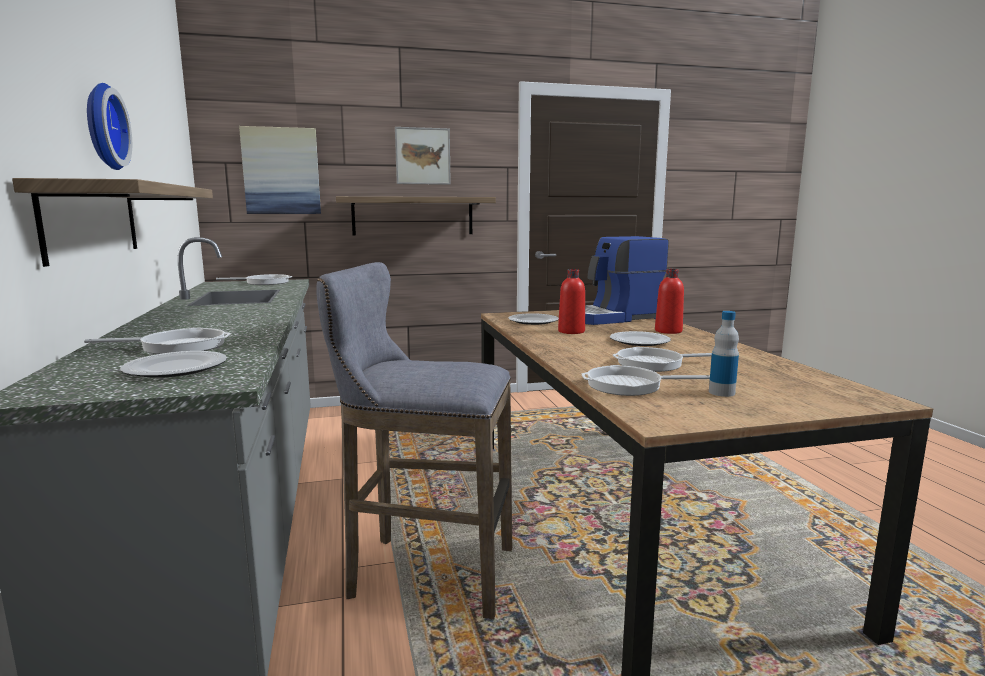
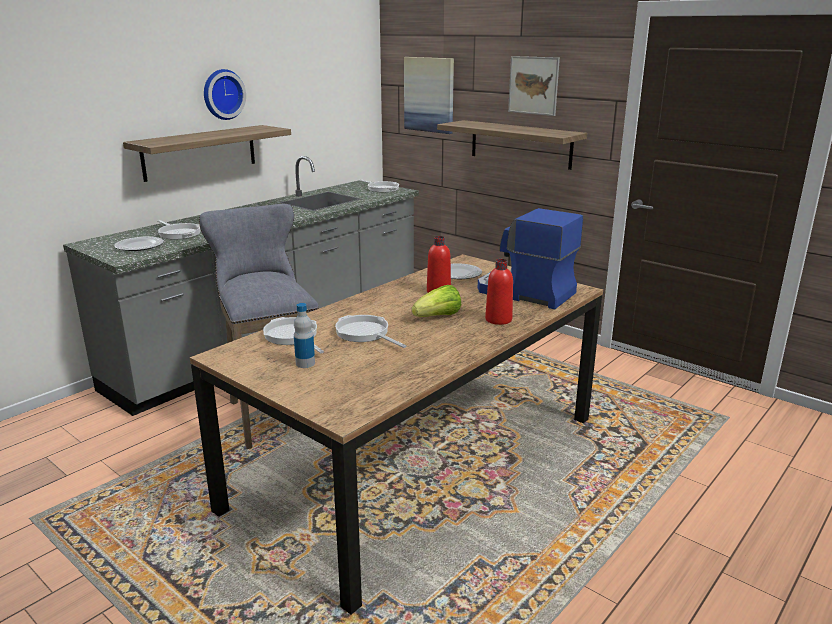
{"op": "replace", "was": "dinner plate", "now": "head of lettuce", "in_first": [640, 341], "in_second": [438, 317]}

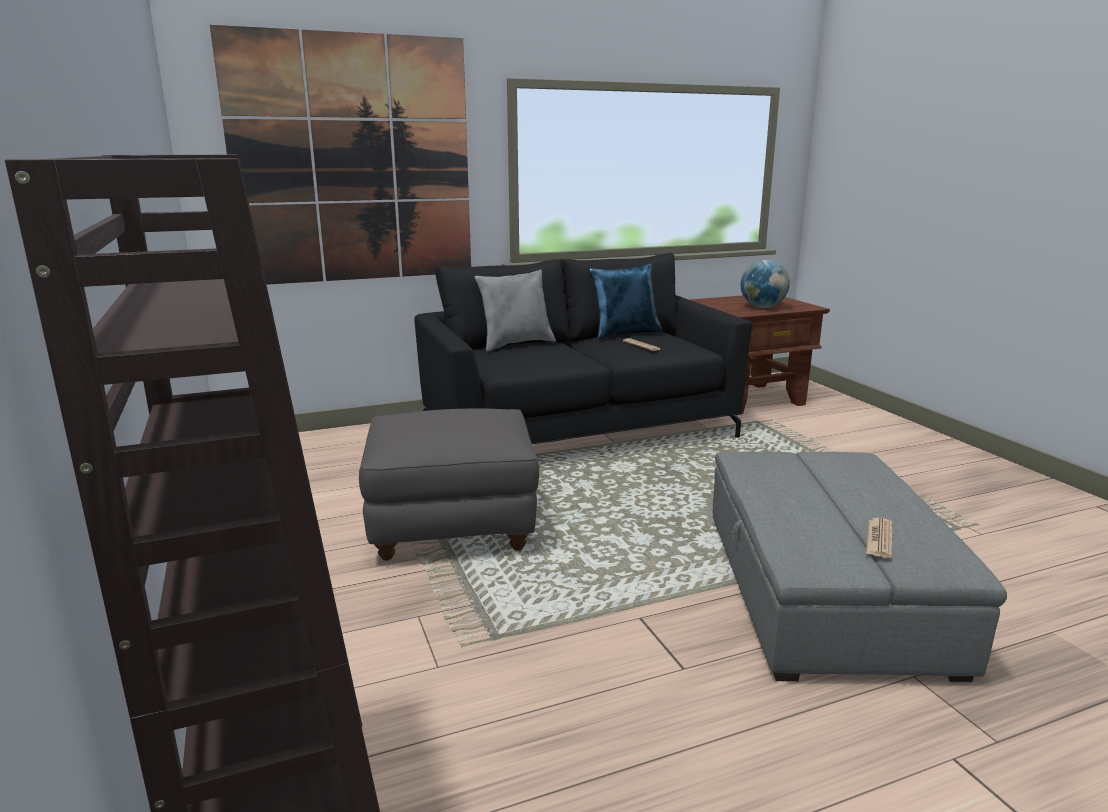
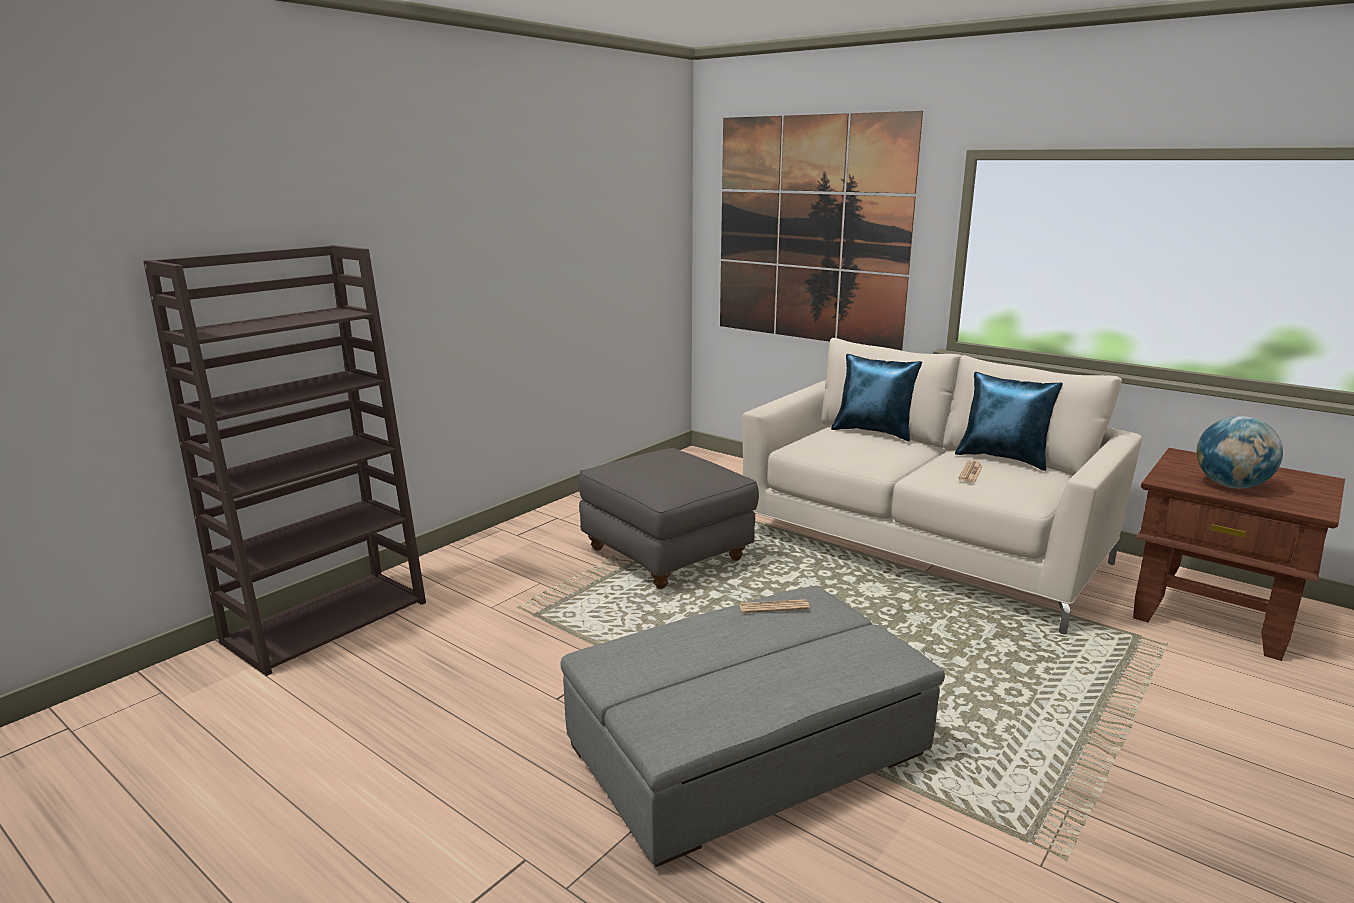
{"op": "recolor", "was": "black settee", "now": "beige-coloured settee", "in_first": [578, 431], "in_second": [921, 548]}
{"op": "recolor", "was": "greyish throw pillow", "now": "bluish throw pillow", "in_first": [516, 344], "in_second": [874, 432]}
{"op": "move", "was": "printed paper", "in_first": [879, 538], "in_second": [774, 607]}

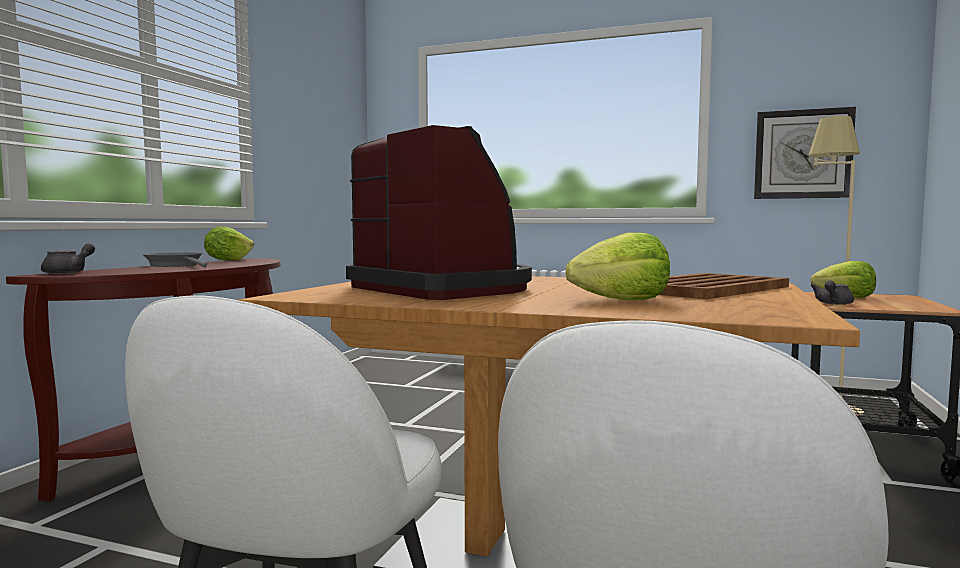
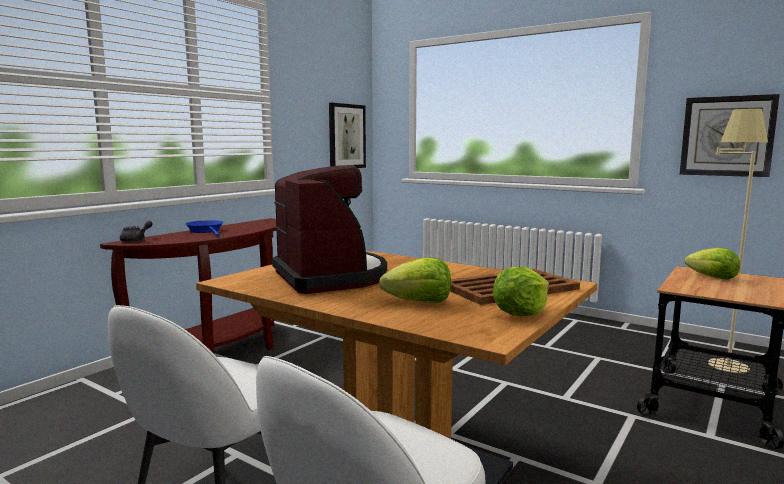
{"op": "recolor", "was": "greyish pan", "now": "bluish pan", "in_first": [176, 265], "in_second": [206, 231]}
{"op": "move", "was": "head of lettuce", "in_first": [228, 260], "in_second": [520, 314]}
{"op": "delete", "was": "greyish pot for tea", "in_first": [832, 304]}
{"op": "insert", "now": "wall art", "in_second": [346, 136]}

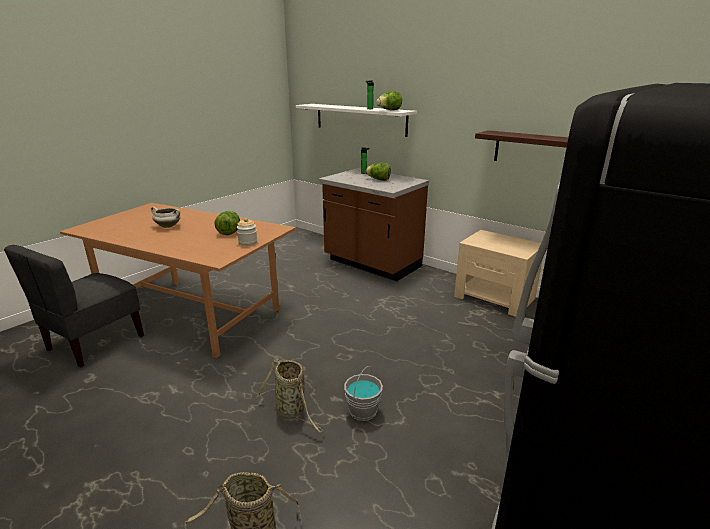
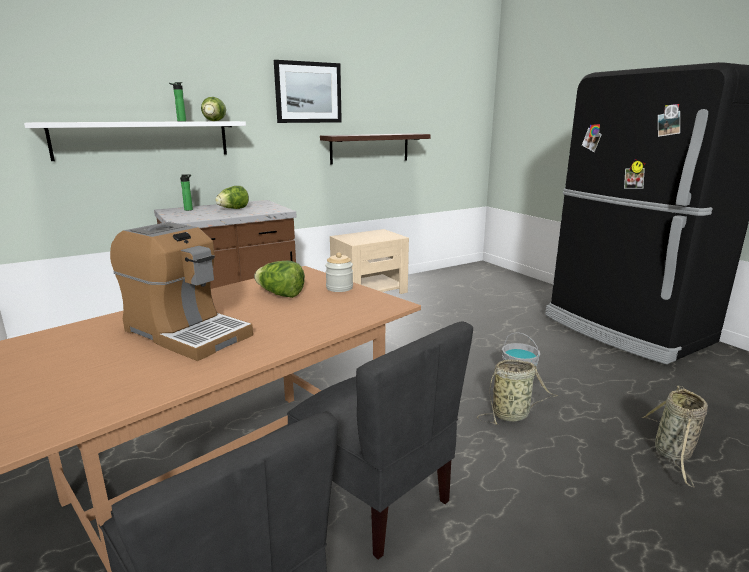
{"op": "replace", "was": "white cooking pot", "now": "coffee machine", "in_first": [169, 226], "in_second": [186, 332]}
{"op": "insert", "now": "wall art", "in_second": [308, 92]}
{"op": "insert", "now": "greyish chair", "in_second": [374, 498]}

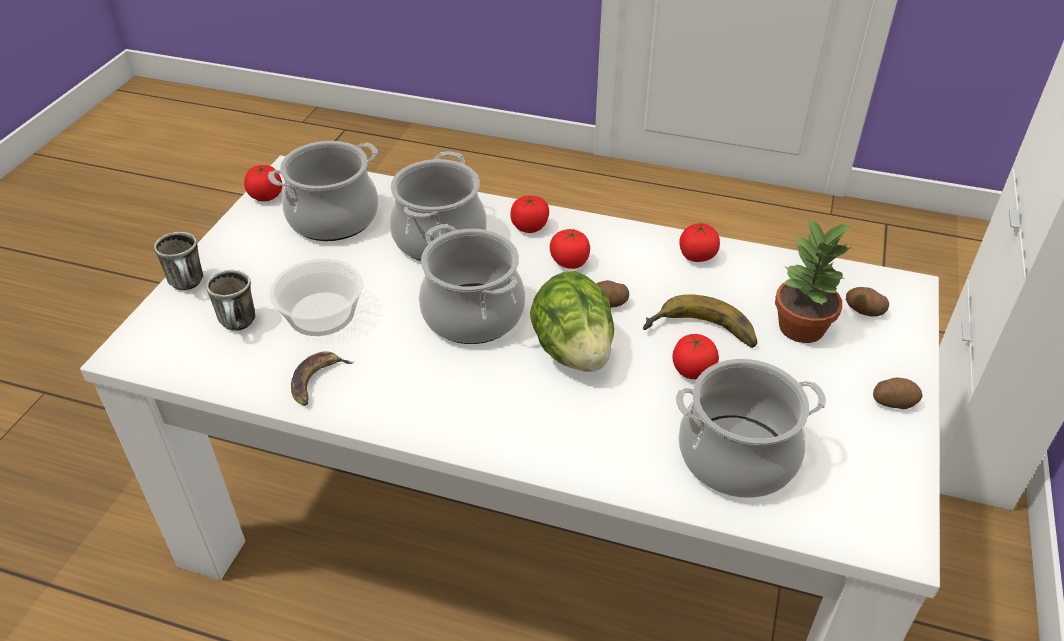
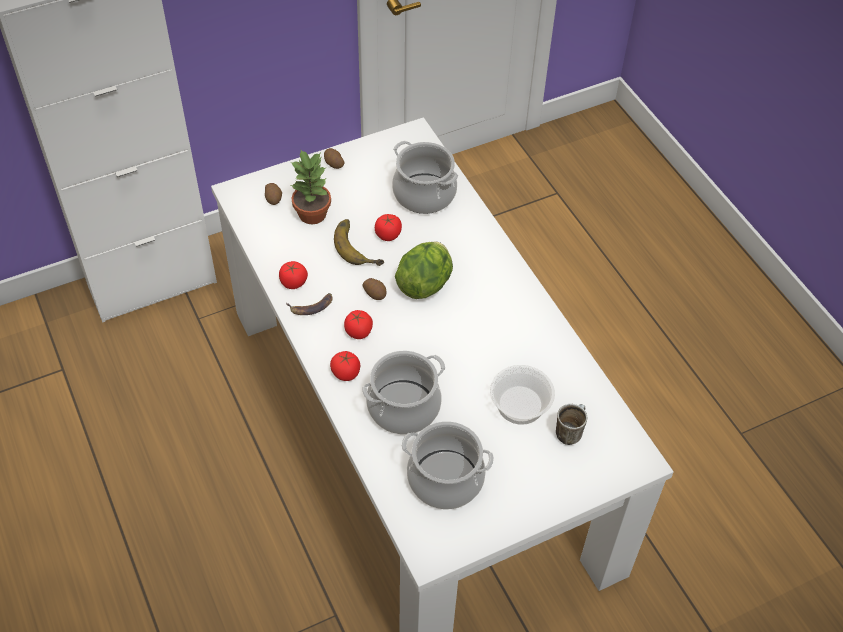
{"op": "delete", "was": "coffee mug", "in_first": [190, 285]}
{"op": "delete", "was": "whole tomato", "in_first": [266, 196]}
{"op": "move", "was": "whole banana", "in_first": [317, 381], "in_second": [311, 306]}
{"op": "delete", "was": "cooking pot", "in_first": [473, 314]}

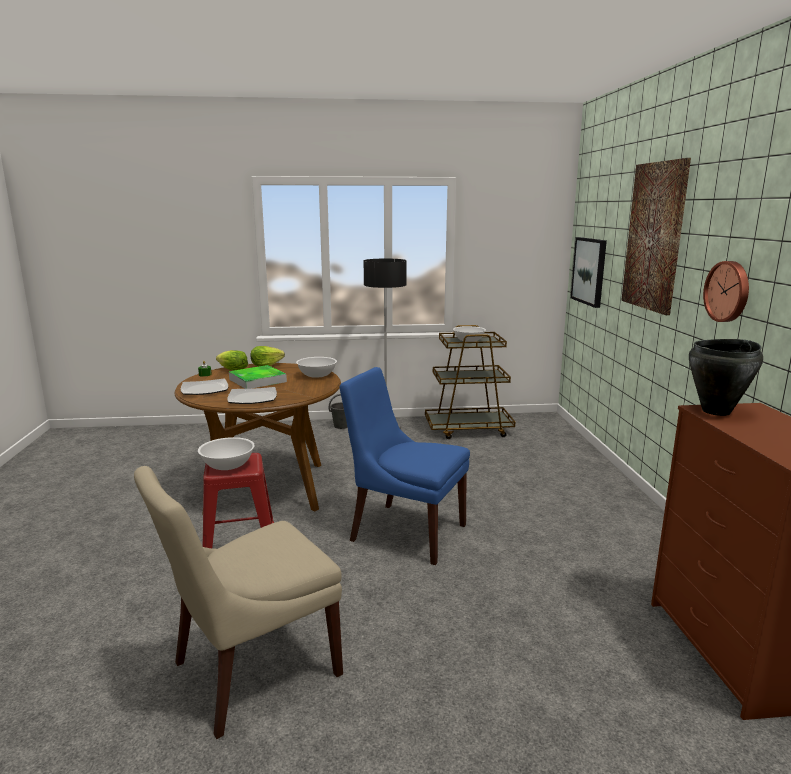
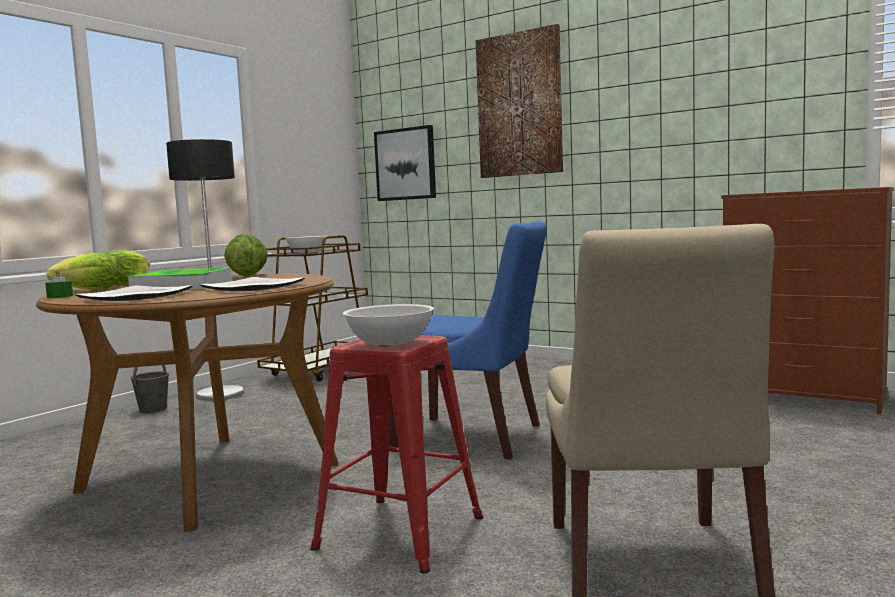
{"op": "replace", "was": "white bowl", "now": "head of lettuce", "in_first": [316, 375], "in_second": [247, 276]}
{"op": "rotate", "was": "bluish chair", "in_first": [405, 531], "in_second": [473, 438], "clockwise": -135}
{"op": "delete", "was": "black cooking pot", "in_first": [717, 411]}
{"op": "delete", "was": "hanging clock", "in_first": [728, 291]}

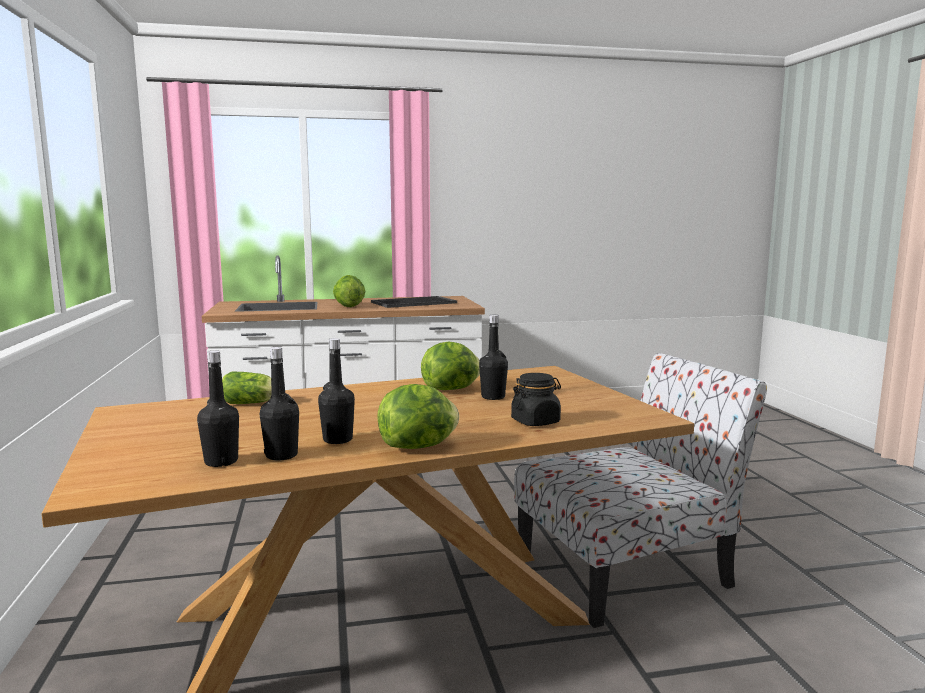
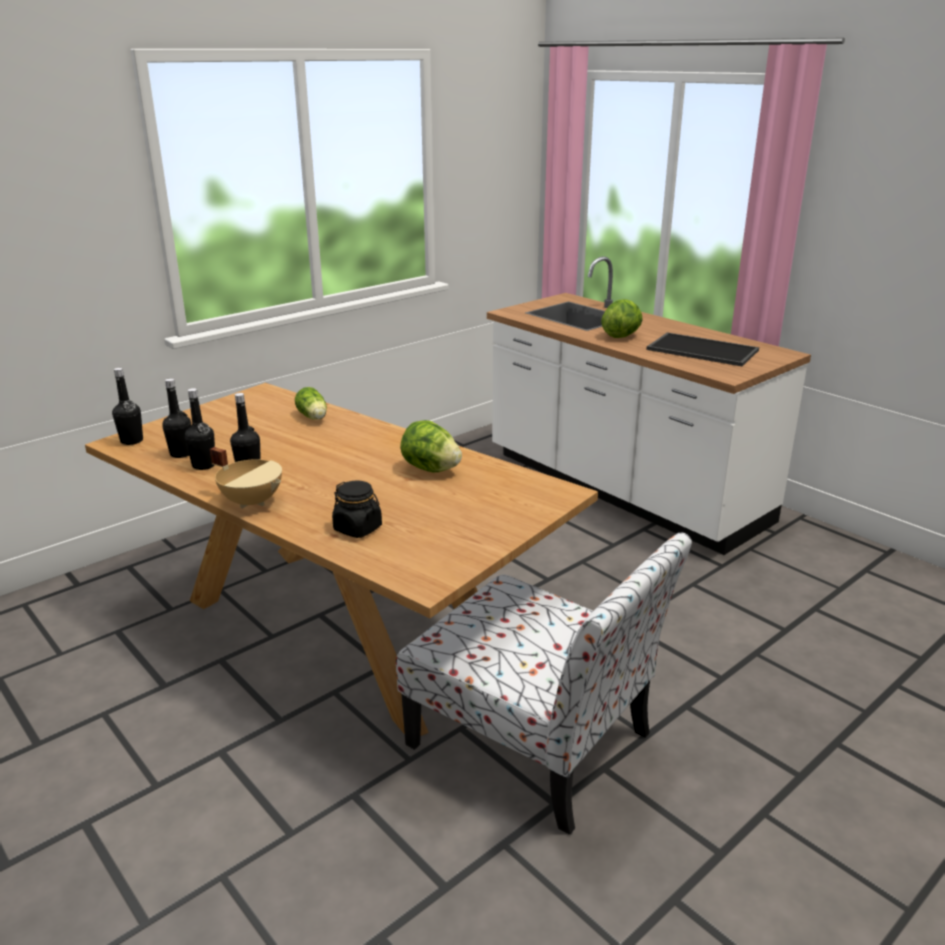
{"op": "replace", "was": "head of lettuce", "now": "beige-coloured cooking pot", "in_first": [419, 447], "in_second": [252, 501]}
{"op": "move", "was": "black beverage bottle", "in_first": [493, 397], "in_second": [132, 441]}

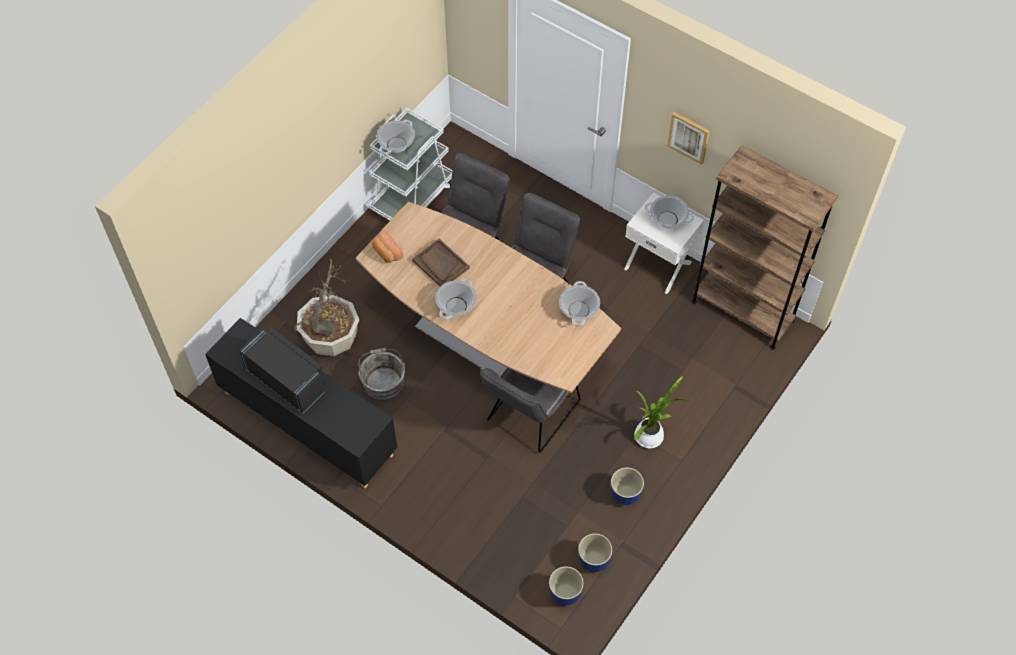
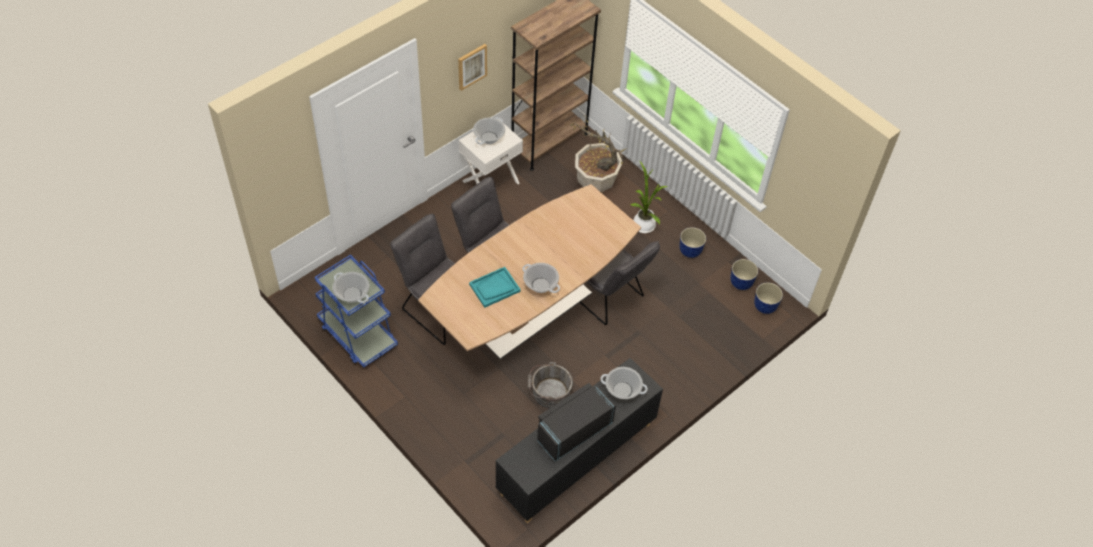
{"op": "move", "was": "plant in a pot", "in_first": [331, 339], "in_second": [595, 182]}
{"op": "recolor", "was": "white trolley", "now": "bluish trolley", "in_first": [413, 196], "in_second": [357, 335]}
{"op": "delete", "was": "bakery bread", "in_first": [386, 253]}
{"op": "recolor", "was": "brownish serving tray", "now": "turquoise serving tray", "in_first": [440, 264], "in_second": [494, 288]}
{"op": "move", "was": "cooking pot", "in_first": [579, 310], "in_second": [622, 390]}

